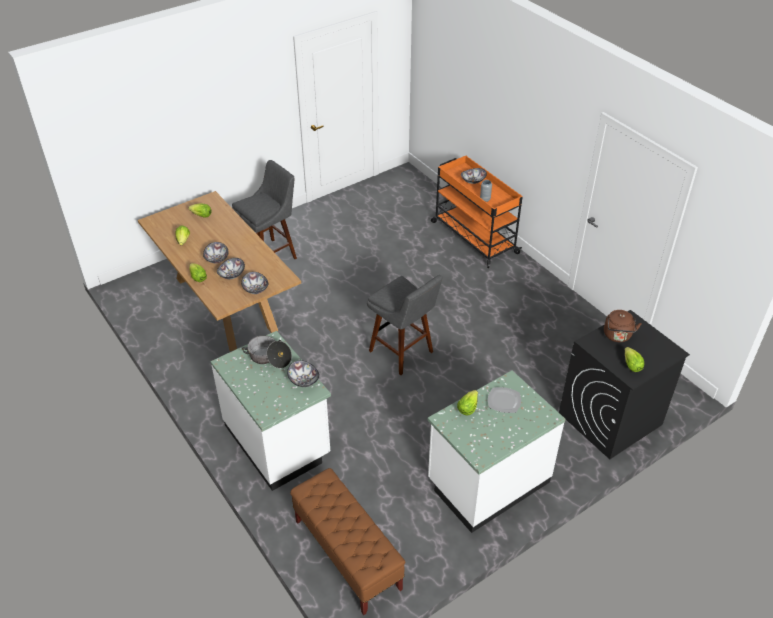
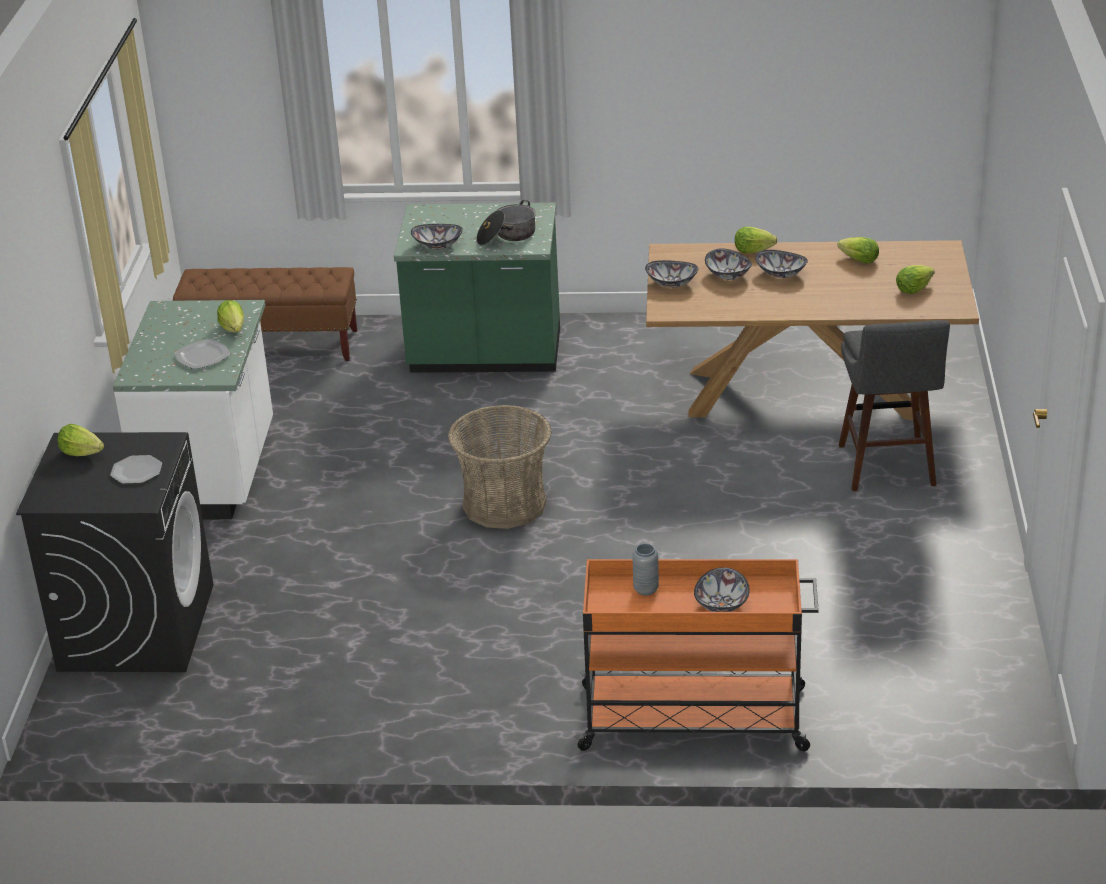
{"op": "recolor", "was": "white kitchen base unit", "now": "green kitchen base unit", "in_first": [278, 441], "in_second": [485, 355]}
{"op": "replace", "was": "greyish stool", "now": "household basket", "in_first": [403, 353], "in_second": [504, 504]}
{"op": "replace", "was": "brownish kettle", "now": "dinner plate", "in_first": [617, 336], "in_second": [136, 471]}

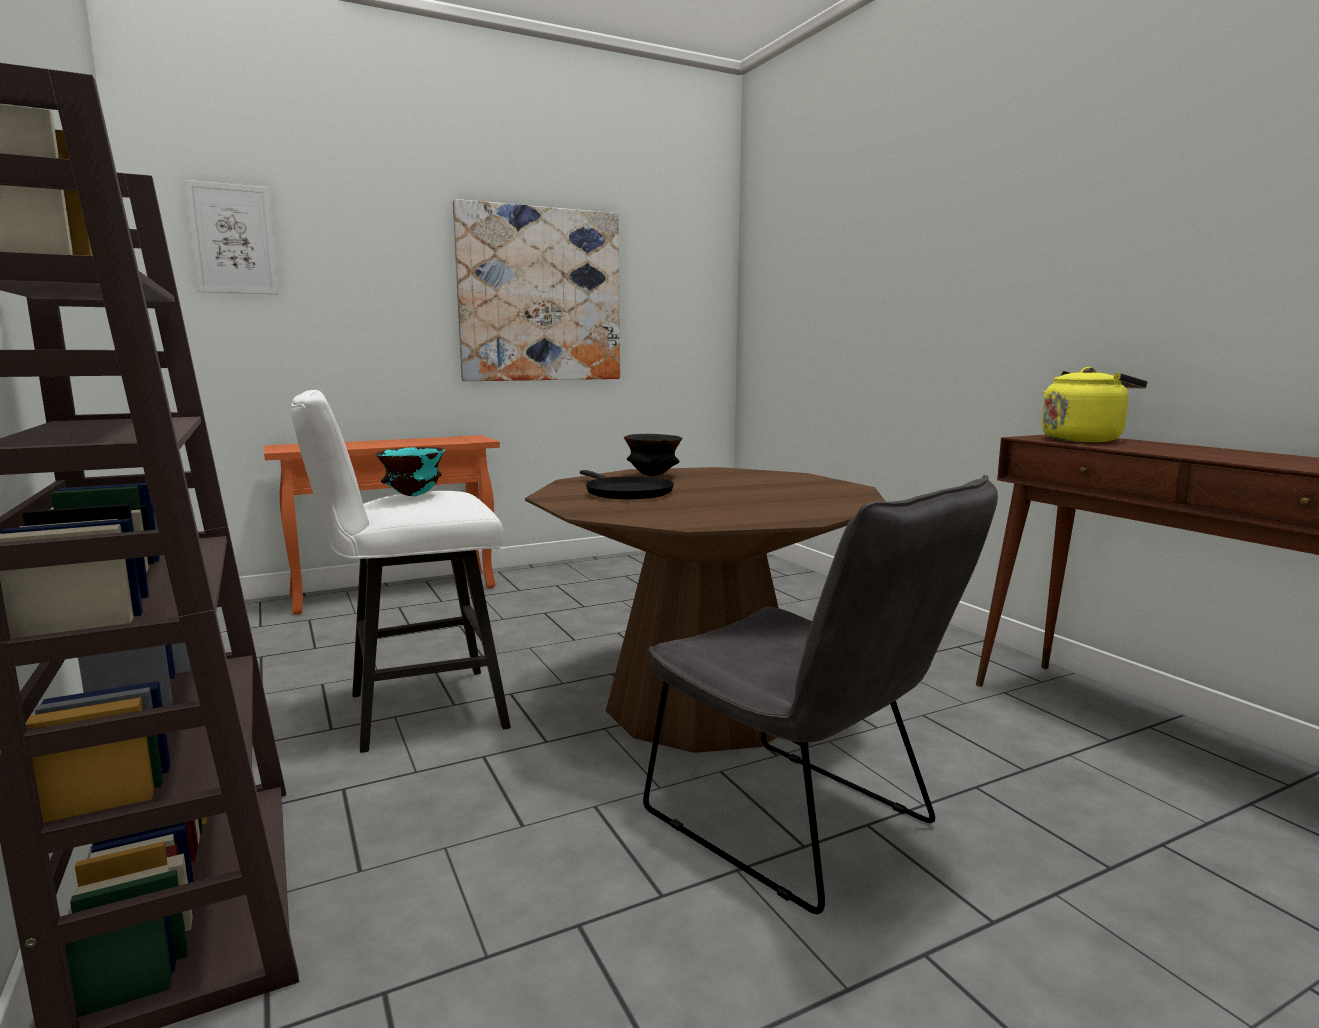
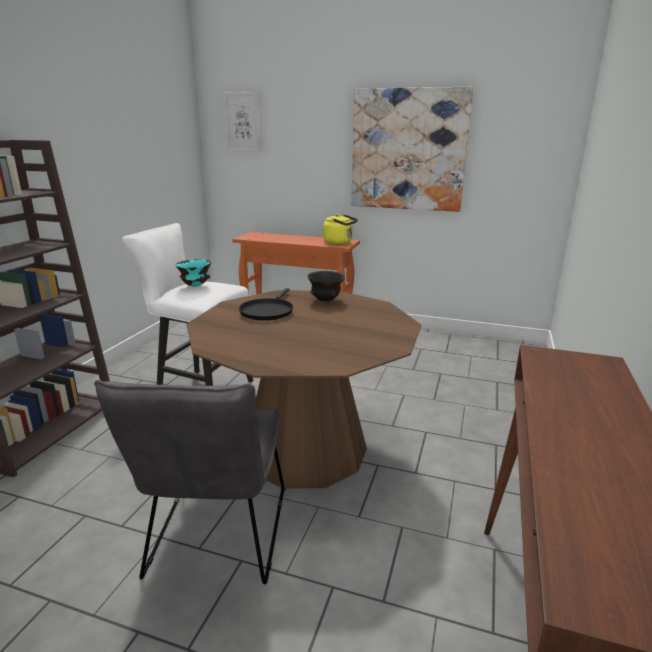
{"op": "move", "was": "yellow-coloured kettle", "in_first": [1084, 440], "in_second": [339, 242]}

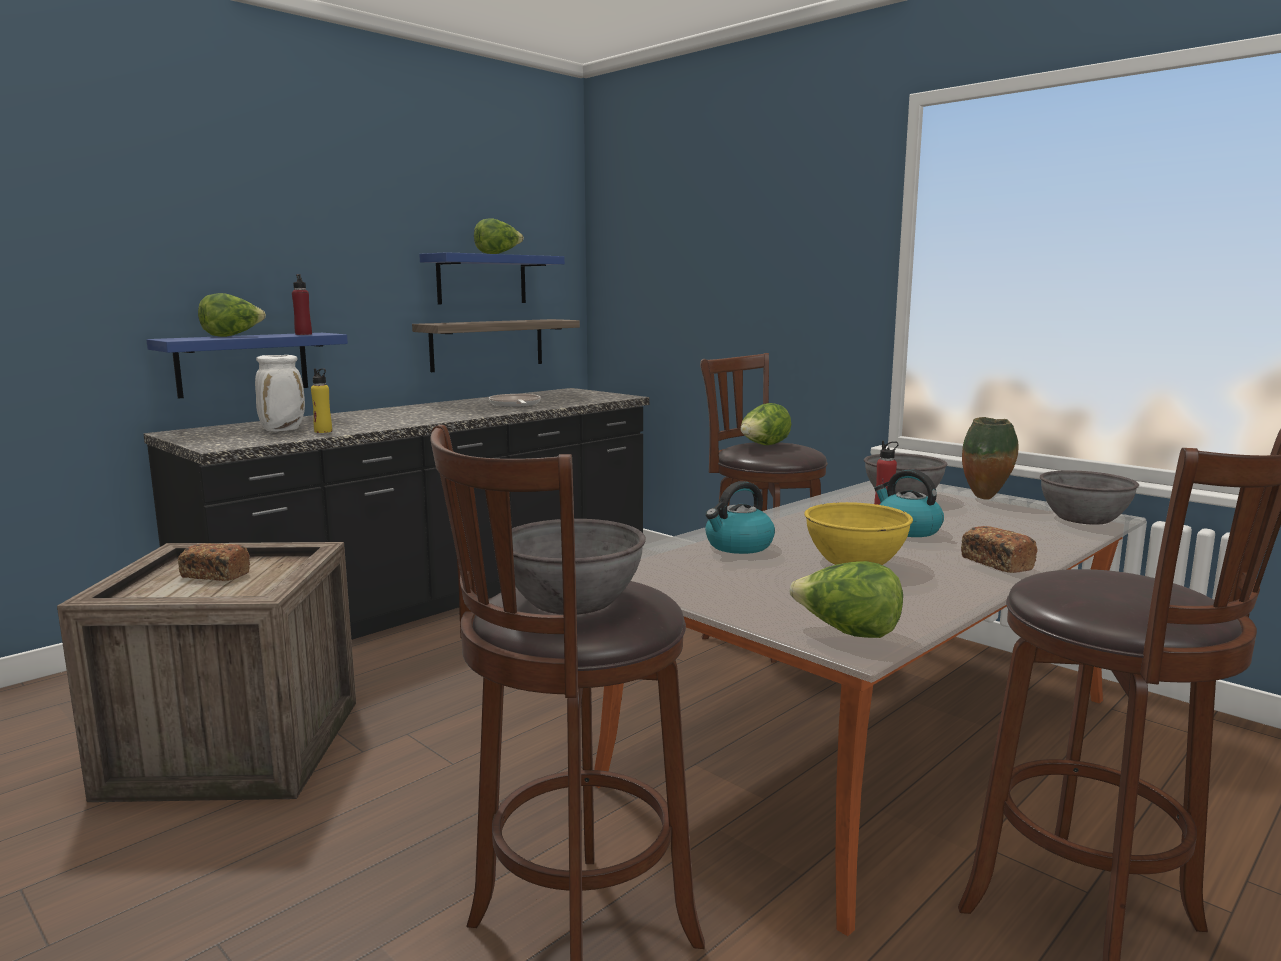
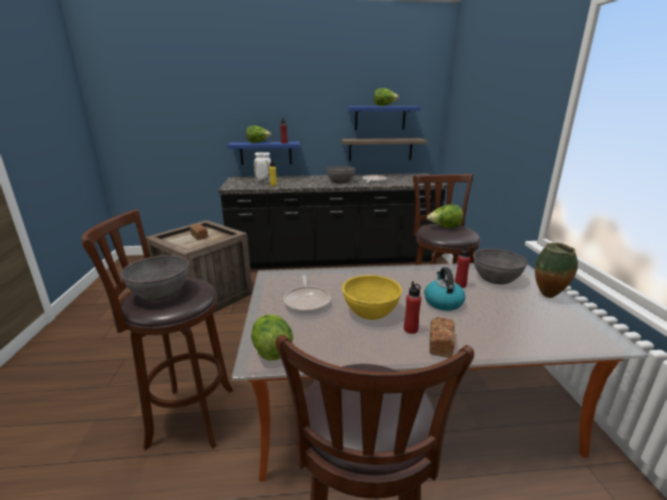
{"op": "delete", "was": "kettle", "in_first": [738, 546]}
{"op": "move", "was": "greyish bowl", "in_first": [1083, 518], "in_second": [340, 181]}
{"op": "insert", "now": "pan", "in_second": [307, 301]}
{"op": "insert", "now": "red-coloured beverage bottle", "in_second": [410, 329]}

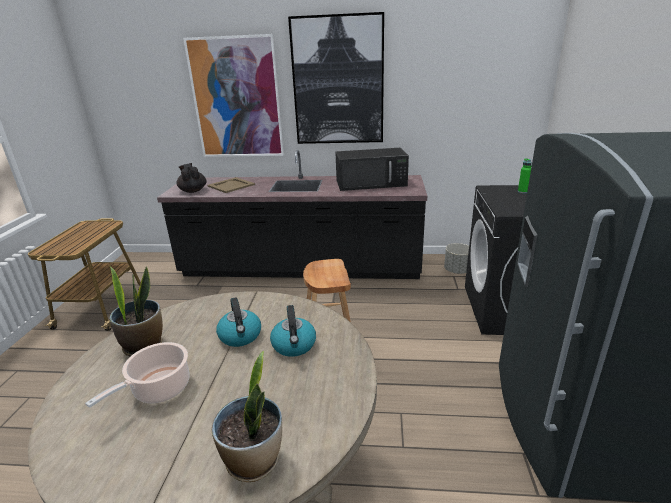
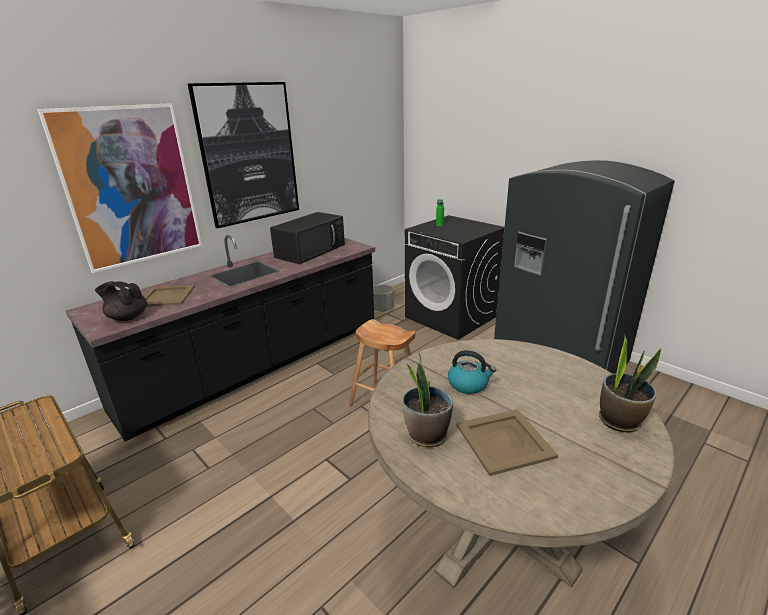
{"op": "replace", "was": "cooking pot", "now": "beige-coloured serving tray", "in_first": [158, 389], "in_second": [504, 441]}
{"op": "delete", "was": "kettle", "in_first": [294, 345]}

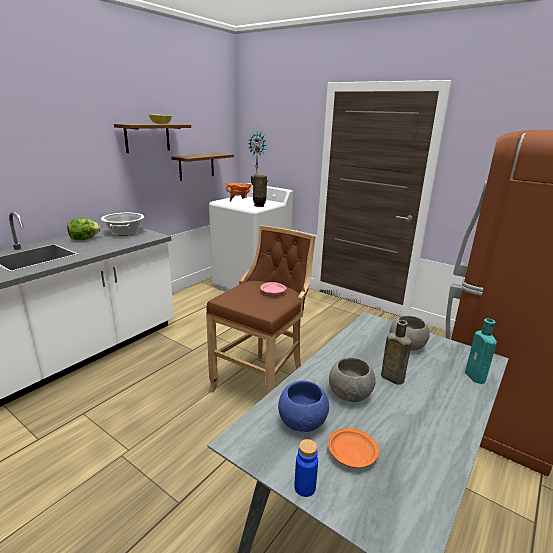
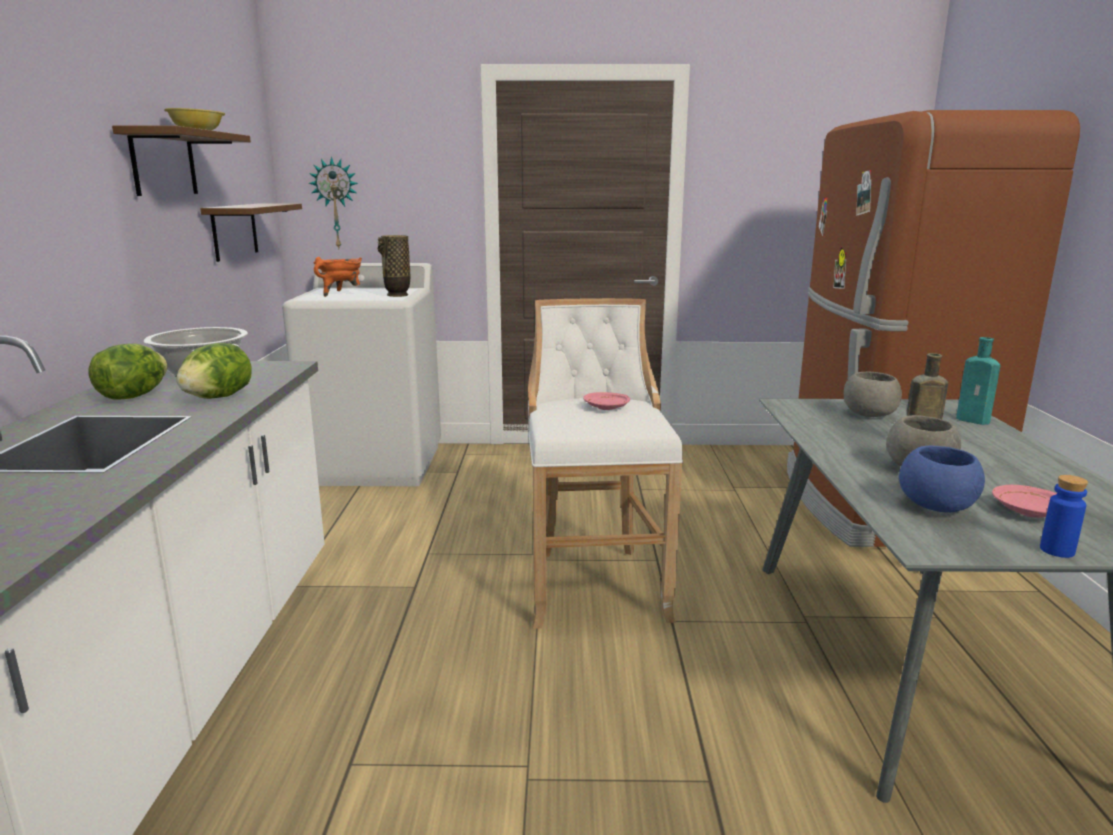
{"op": "recolor", "was": "brownish stool", "now": "white stool", "in_first": [262, 381], "in_second": [594, 583]}
{"op": "recolor", "was": "orangey dinner plate", "now": "pink dinner plate", "in_first": [351, 454], "in_second": [1028, 511]}
{"op": "insert", "now": "head of lettuce", "in_second": [218, 397]}

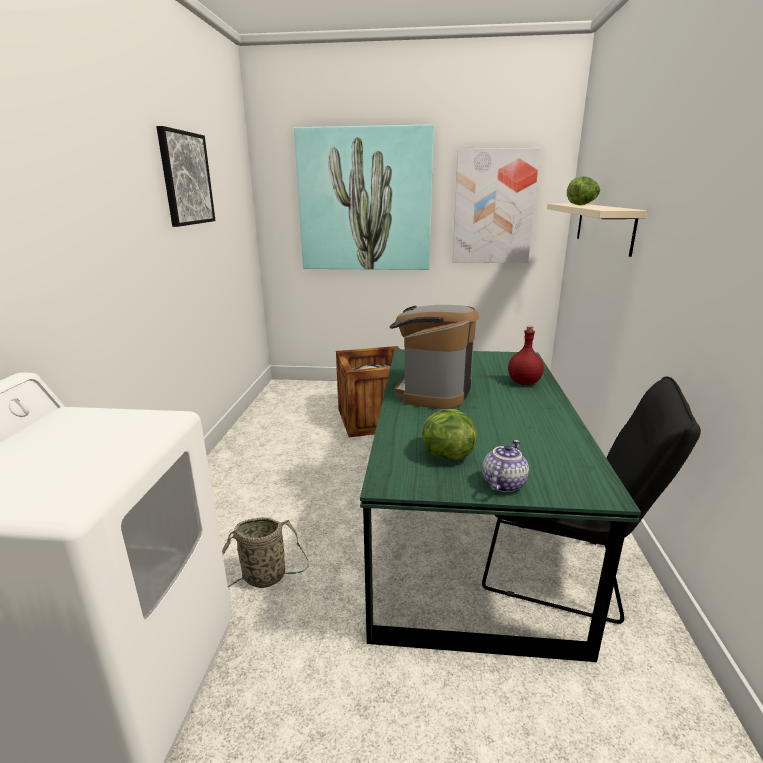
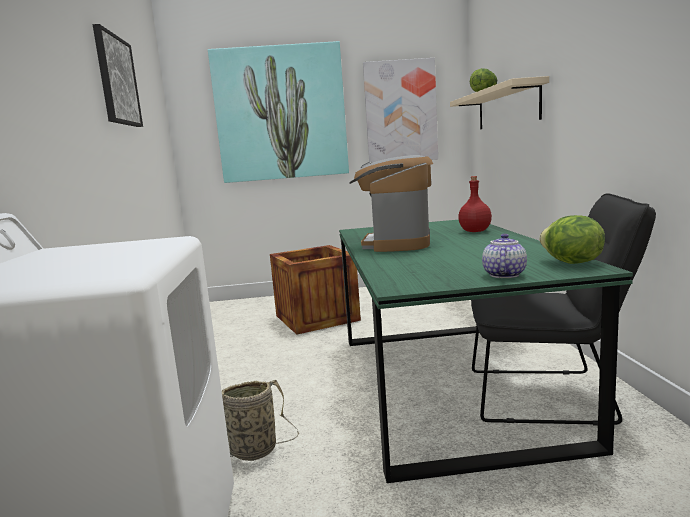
{"op": "move", "was": "head of lettuce", "in_first": [446, 455], "in_second": [571, 263]}

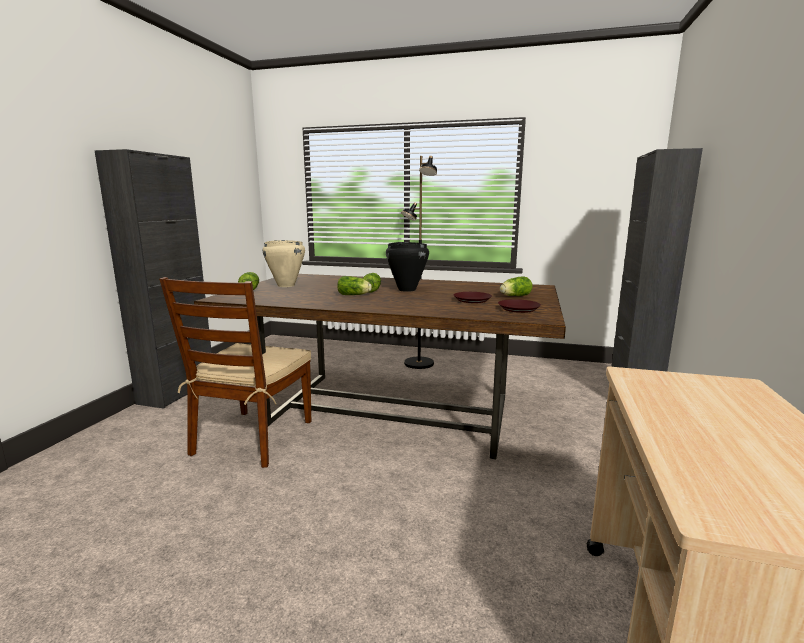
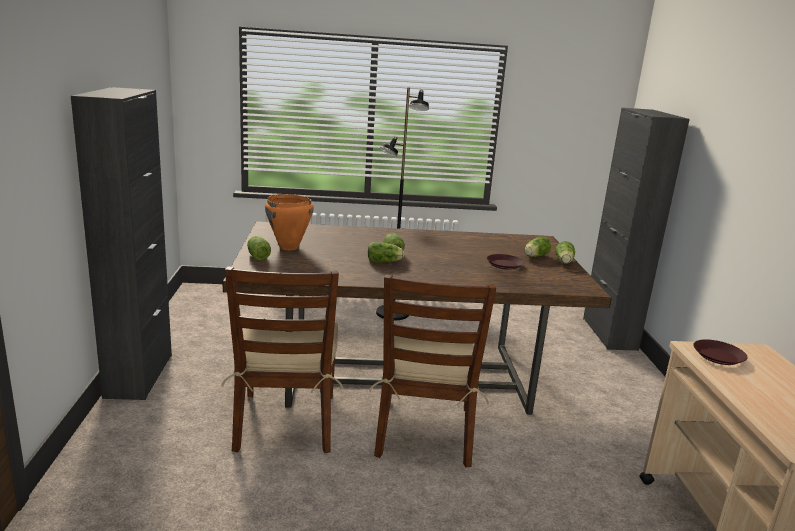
{"op": "recolor", "was": "beige-coloured cooking pot", "now": "orangey cooking pot", "in_first": [286, 285], "in_second": [288, 247]}
{"op": "delete", "was": "black cooking pot", "in_first": [407, 290]}
{"op": "move", "was": "brownish dinner plate", "in_first": [518, 309], "in_second": [717, 356]}
{"op": "insert", "now": "brownish chair", "in_second": [425, 432]}
{"op": "insert", "now": "head of lettuce", "in_second": [564, 262]}

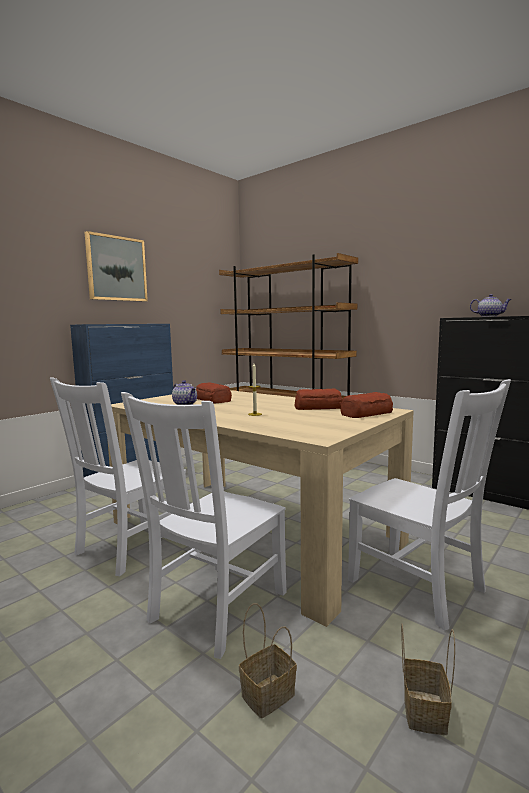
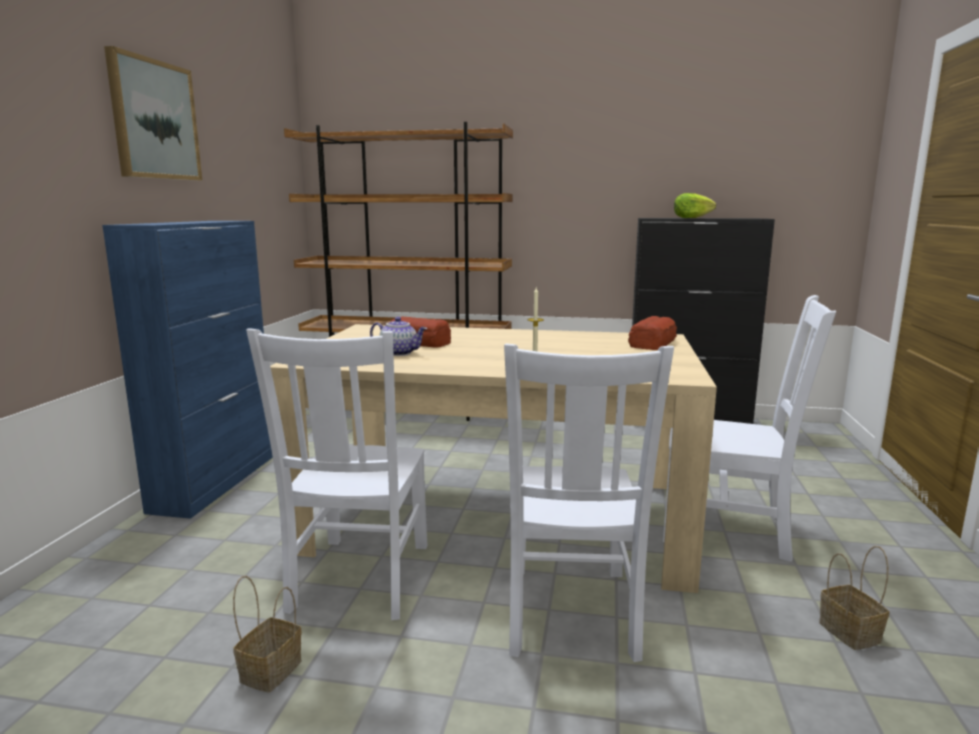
{"op": "move", "was": "household basket", "in_first": [268, 693], "in_second": [271, 669]}
{"op": "delete", "was": "bakery bread", "in_first": [317, 407]}
{"op": "replace", "was": "pot for tea", "now": "head of lettuce", "in_first": [489, 316], "in_second": [691, 218]}

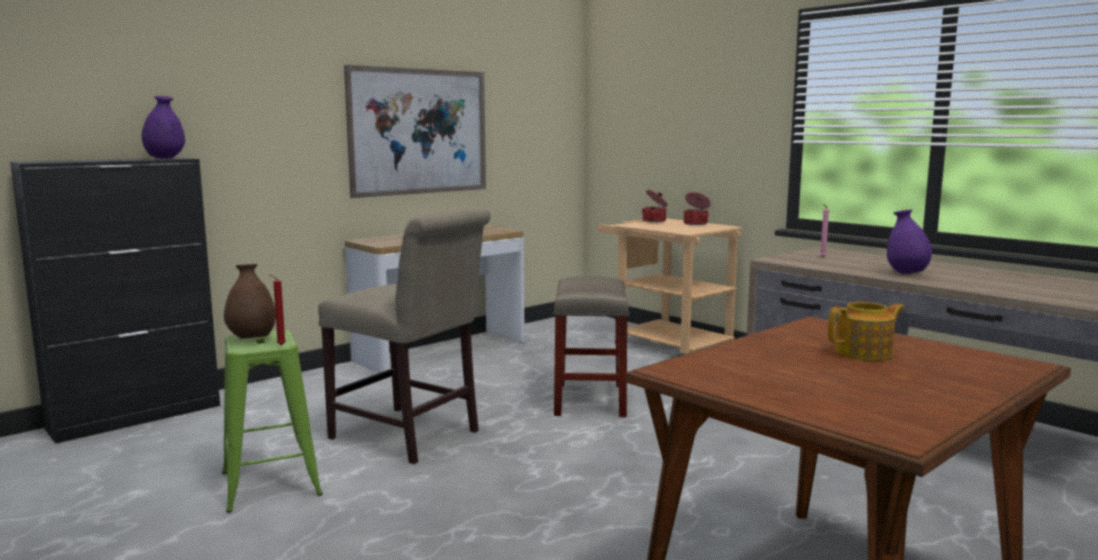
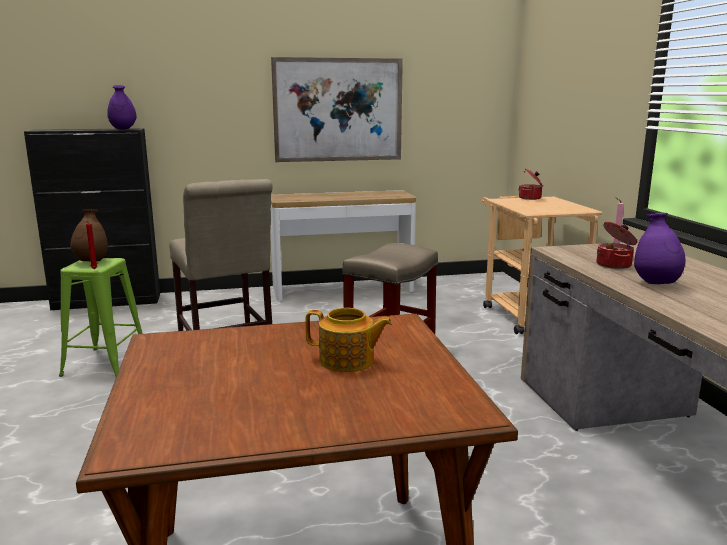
{"op": "move", "was": "cooking pot", "in_first": [696, 223], "in_second": [614, 265]}

